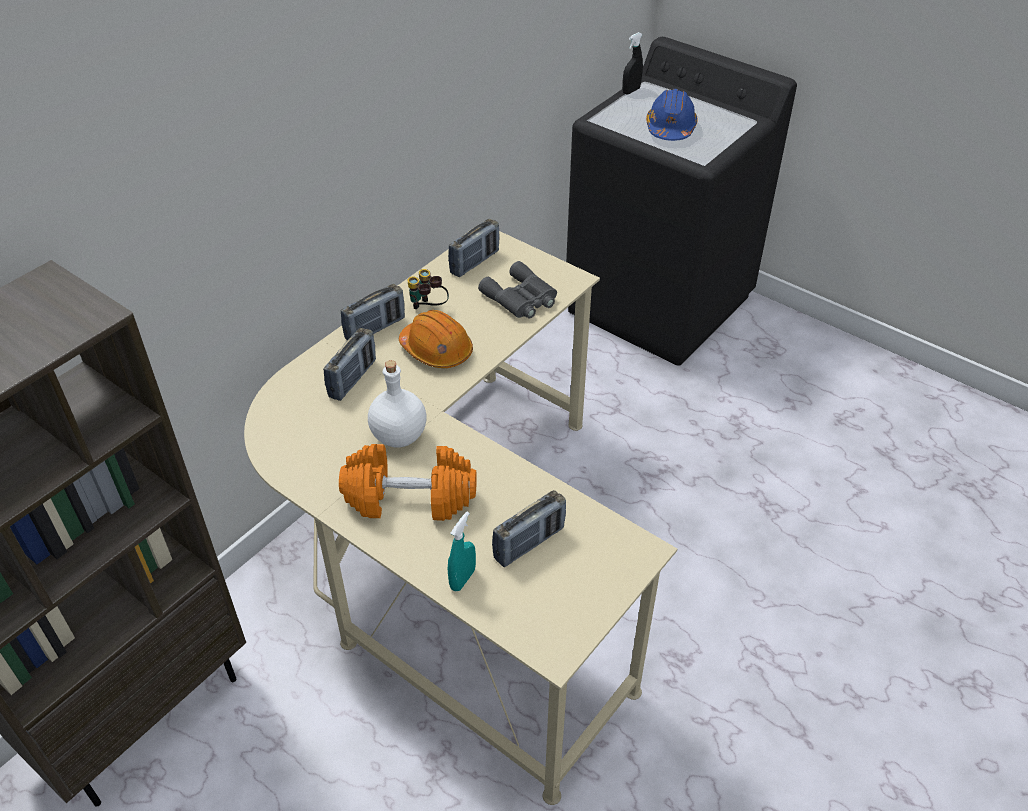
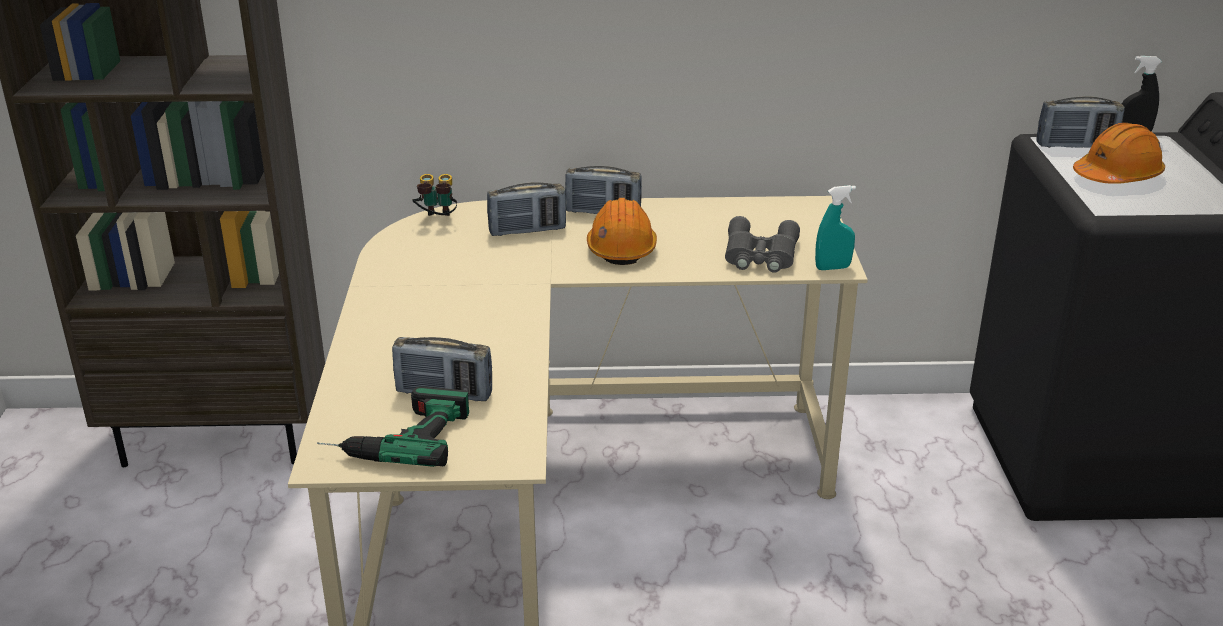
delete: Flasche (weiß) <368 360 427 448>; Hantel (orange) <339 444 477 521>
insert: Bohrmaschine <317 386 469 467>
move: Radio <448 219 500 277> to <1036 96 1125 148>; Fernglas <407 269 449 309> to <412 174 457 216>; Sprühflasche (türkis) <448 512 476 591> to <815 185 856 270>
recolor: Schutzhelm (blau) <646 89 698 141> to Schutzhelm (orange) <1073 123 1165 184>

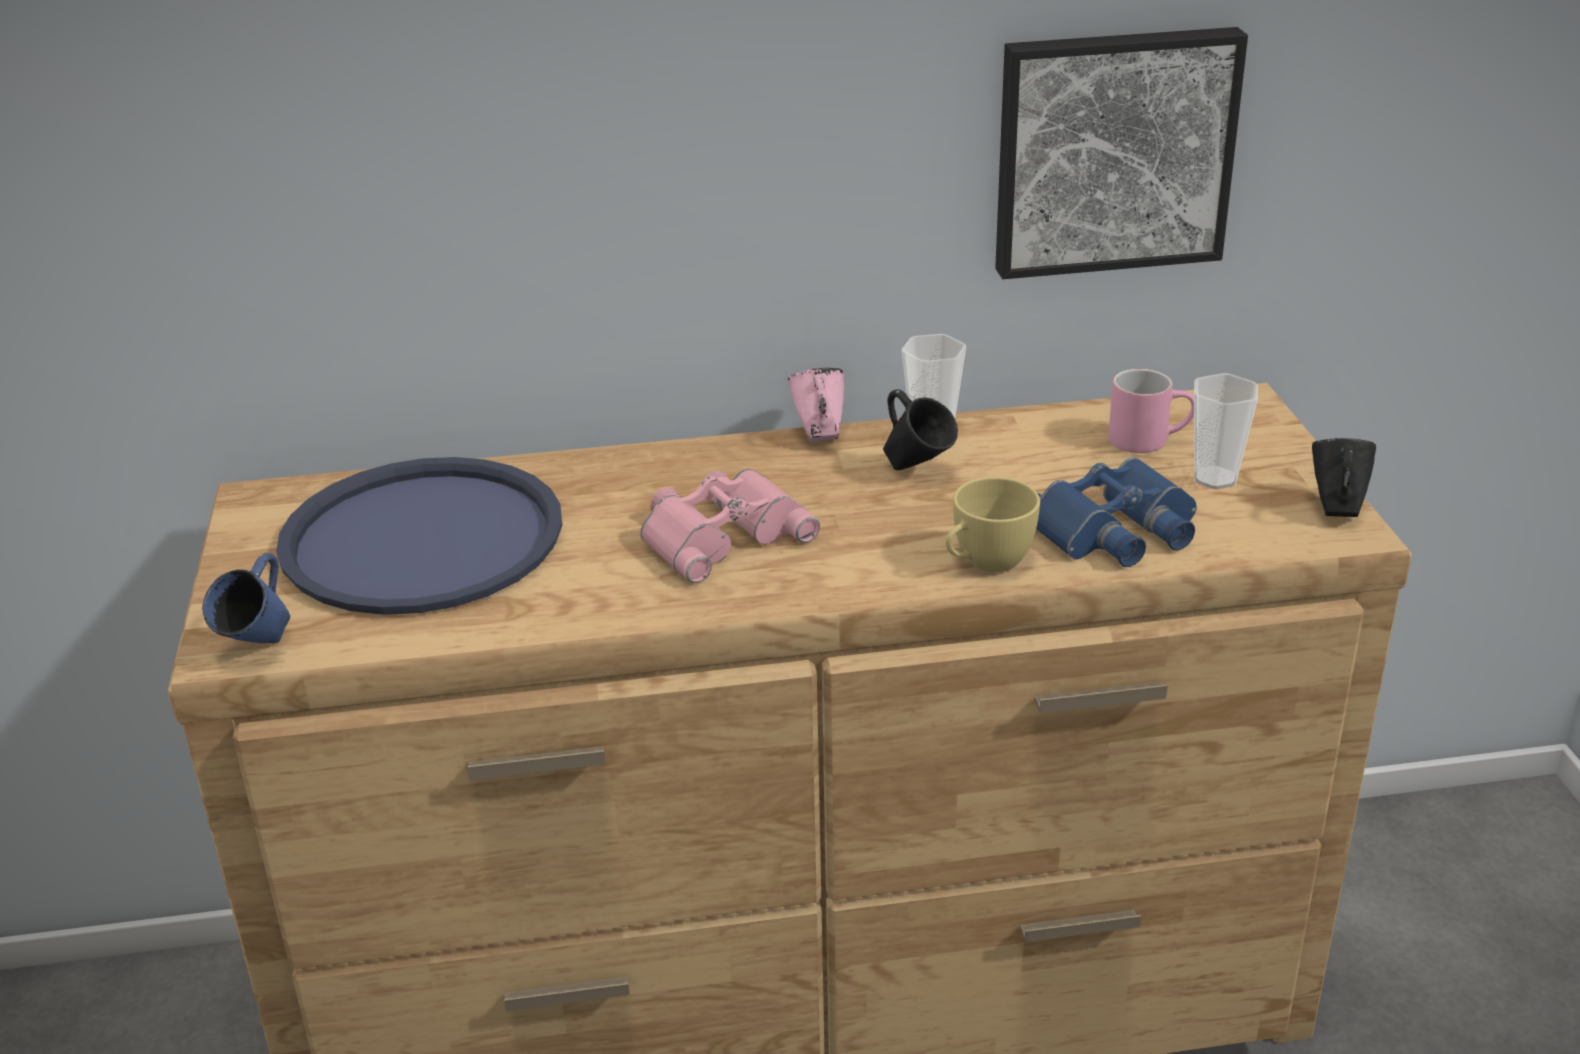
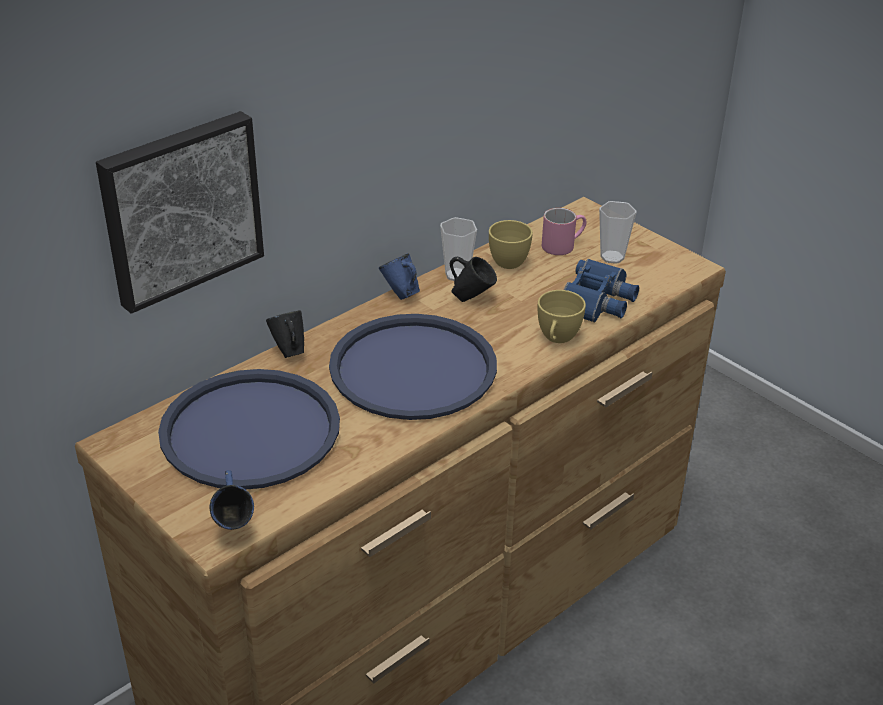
insert: Tasse (gelb) <489 220 533 269>
move: Bild <995 27 1248 279> to <96 111 264 314>; Henkelbecher (schwarz) <1312 438 1376 517> to <266 310 304 358>
replace: Fernglas (rosa) <640 469 820 583> to Tablett (blau) <329 314 497 420>
recolor: Henkelbecher (rosa) <788 368 844 442> to Henkelbecher (blau) <379 253 420 300>

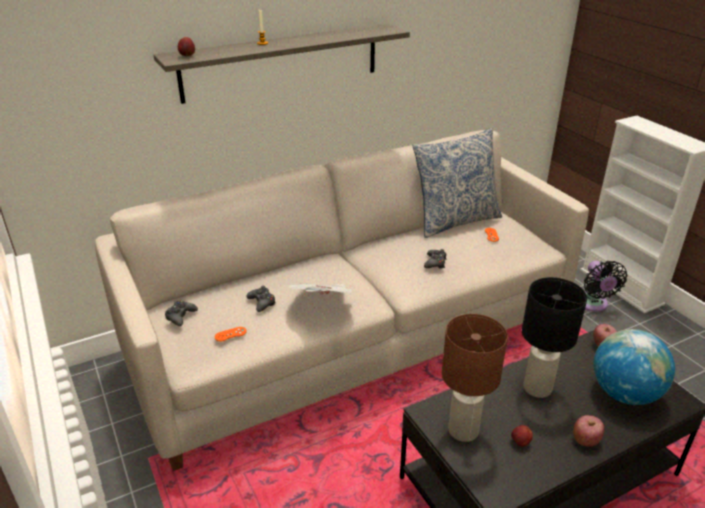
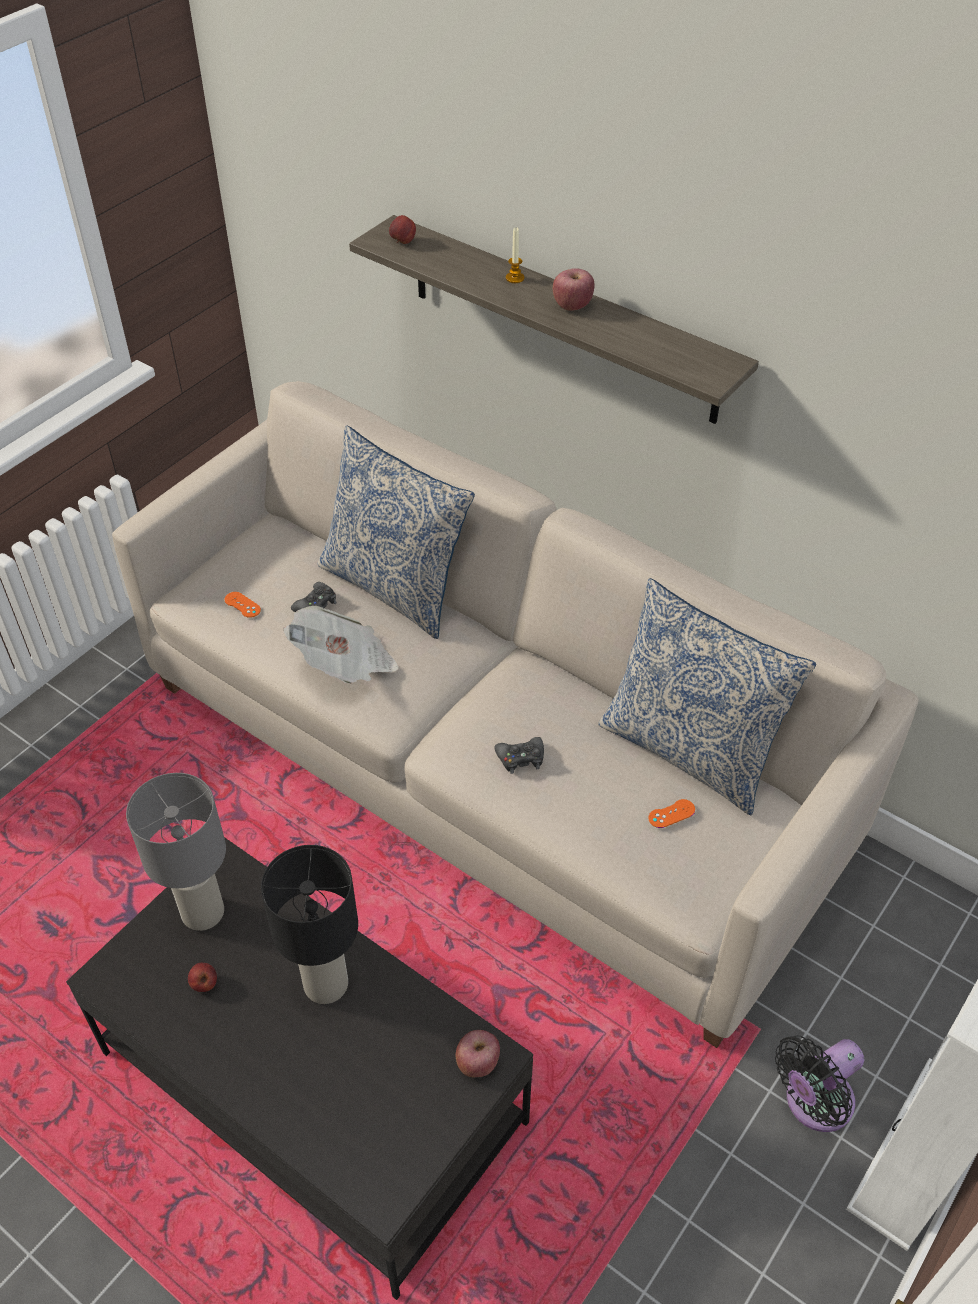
delete: Gamepad (schwarz) <165 301 198 326>; Globus <594 329 675 405>
insert: Kissen <318 425 475 639>
move: Apfel <573 415 604 447> to <553 268 595 311>
recolor: Tischlampe (braun) <442 314 508 442> to Tischlampe (grau) <126 773 226 931>

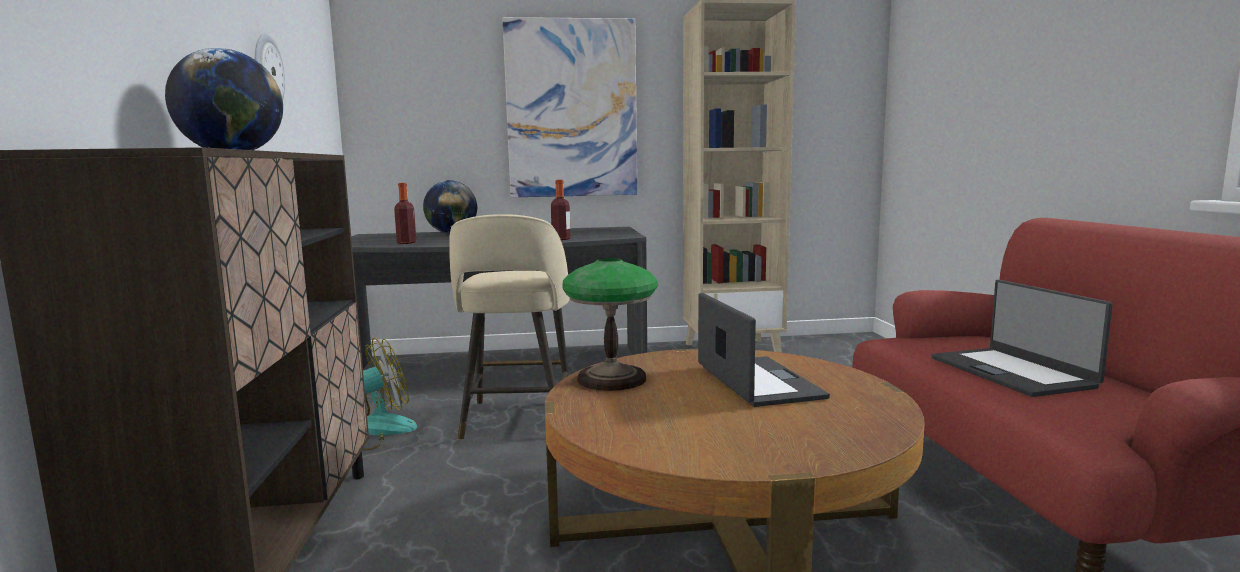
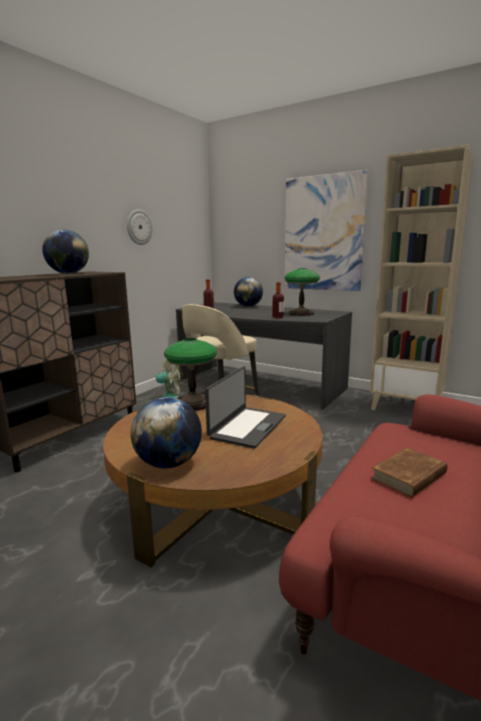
insert: Tischlampe <285 268 320 316>; Globus <131 397 202 468>
replace: Laptop <932 280 1113 397> to Buch (braun) <371 448 447 498>

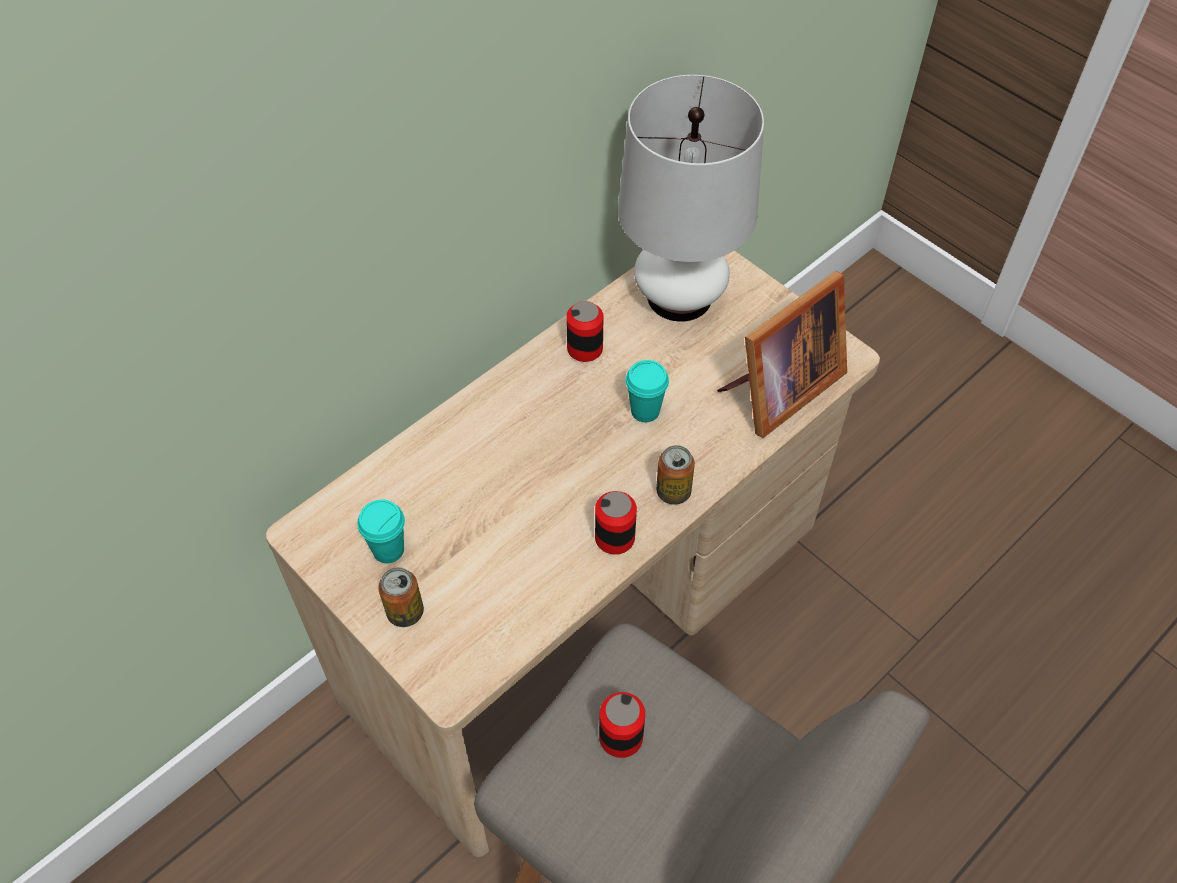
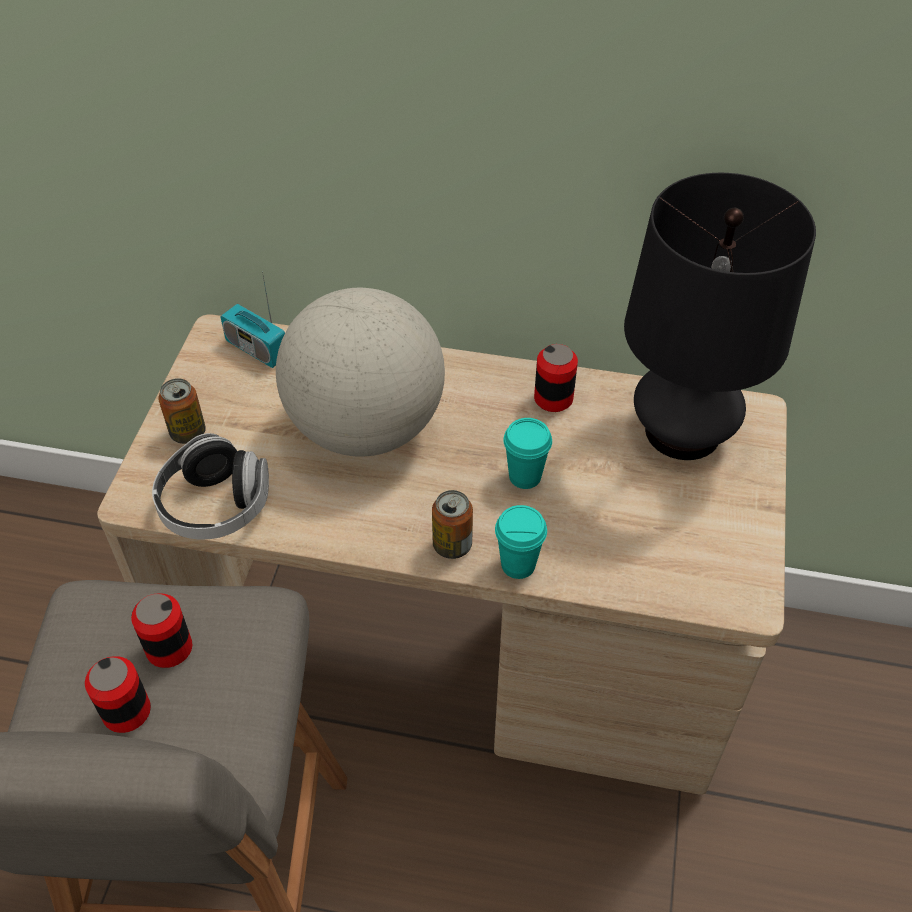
delete: Bilderrahmen <717 271 847 438>
insert: Radio <220 271 285 368>; Globus <276 288 445 457>; Kopfhörer <152 433 269 539>
move: Dose <595 491 637 555> to <85 656 151 733>; Tasse (türkis) <357 500 405 564> to <495 505 547 579>
recolor: Tischlampe (weiß) <618 75 764 322> to Tischlampe (schwarz) <624 173 816 460>

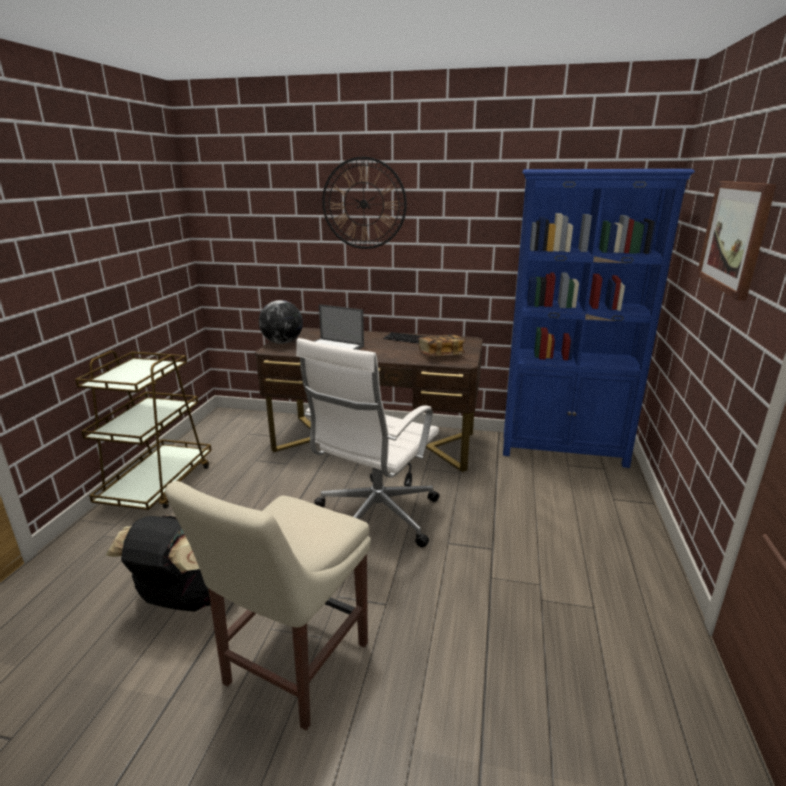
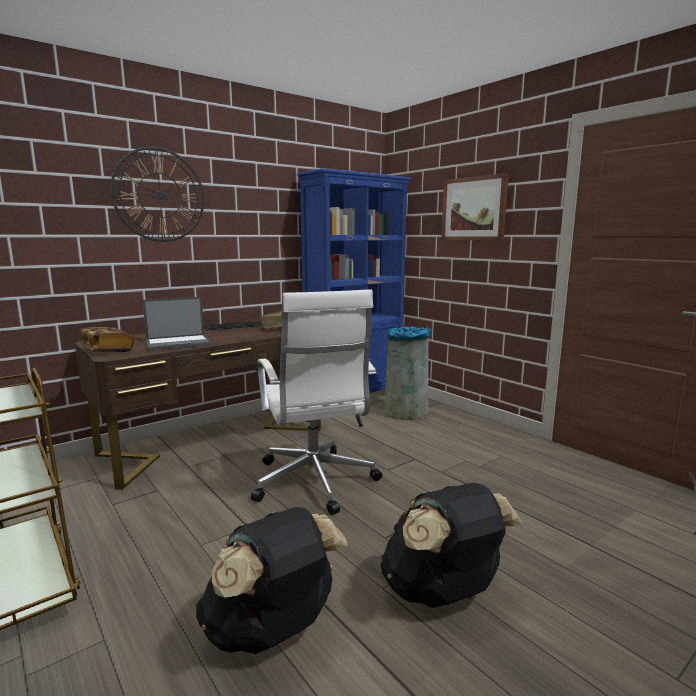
insert: Mülleimer (grau) <384 327 432 420>
replace: Globus <259 300 303 344> to Buch <80 327 134 352>; Stuhl (beige) <165 481 371 731> to Rucksack (schwarz) <380 483 523 608>

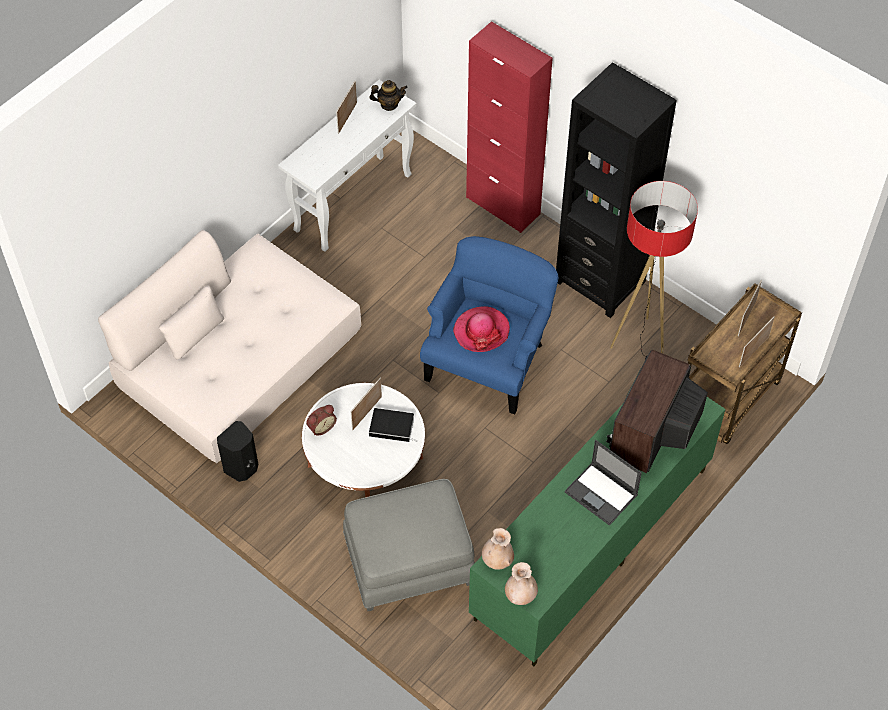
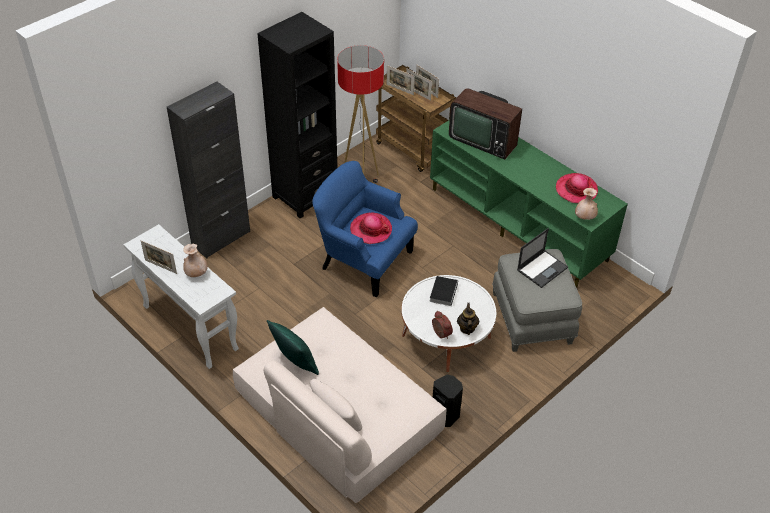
insert: Hut <556 173 598 203>; Kissen (grün) <267 320 319 375>
move: Teekanne <369 80 408 111> to <457 303 480 335>; Bilderrahmen <350 378 382 431> to <406 69 432 101>; Laptop <565 440 642 526> to <517 228 568 288>; Vase (beige) <505 562 538 605> to <183 244 208 277>
recolor: Schrank (rot) <466 21 553 233> to Schrank (schwarz) <167 81 250 259>

